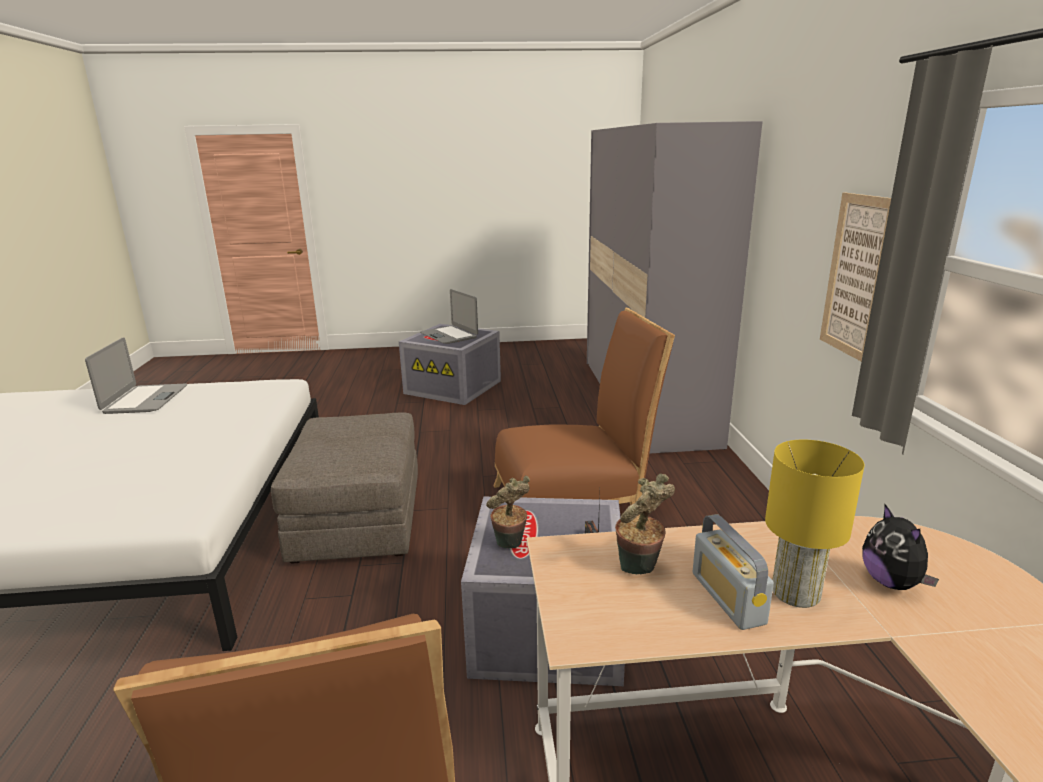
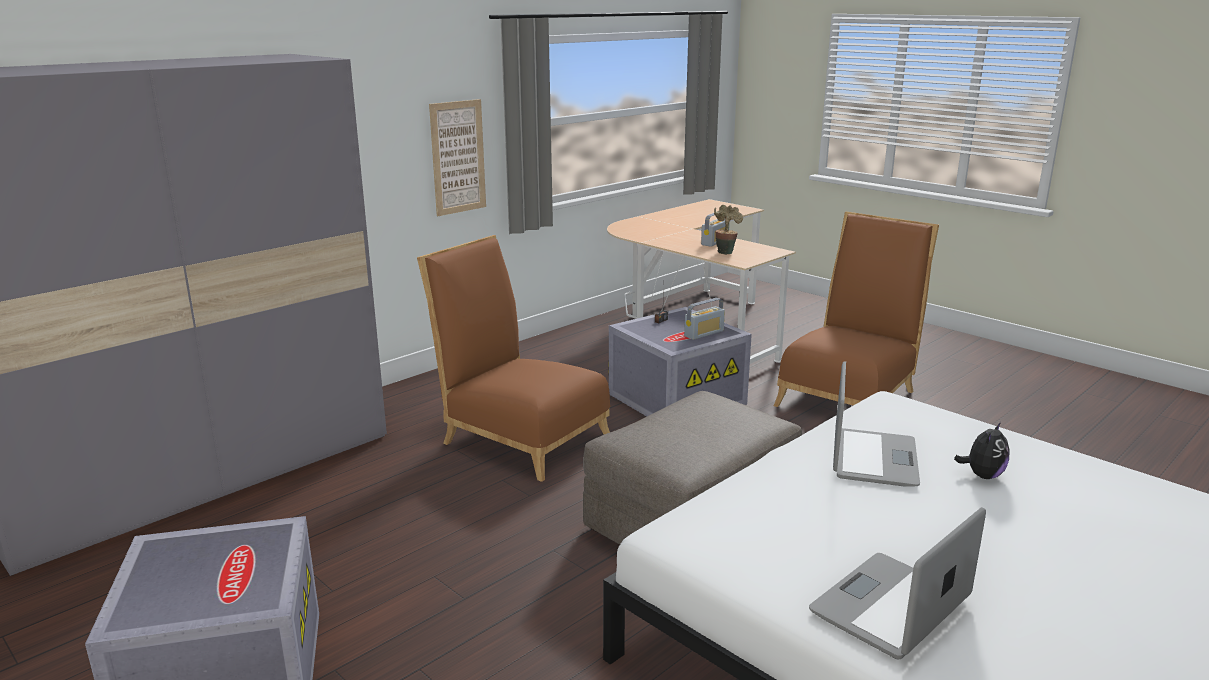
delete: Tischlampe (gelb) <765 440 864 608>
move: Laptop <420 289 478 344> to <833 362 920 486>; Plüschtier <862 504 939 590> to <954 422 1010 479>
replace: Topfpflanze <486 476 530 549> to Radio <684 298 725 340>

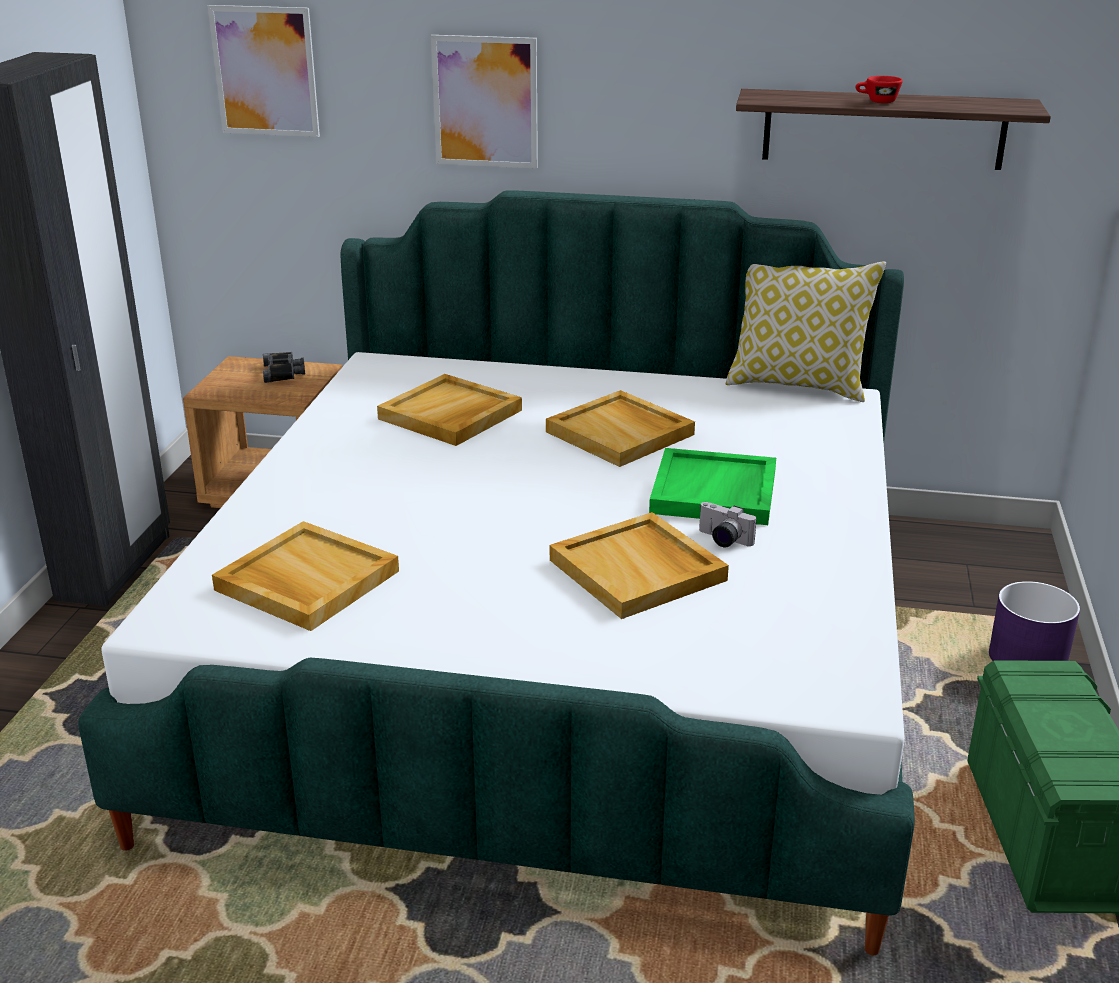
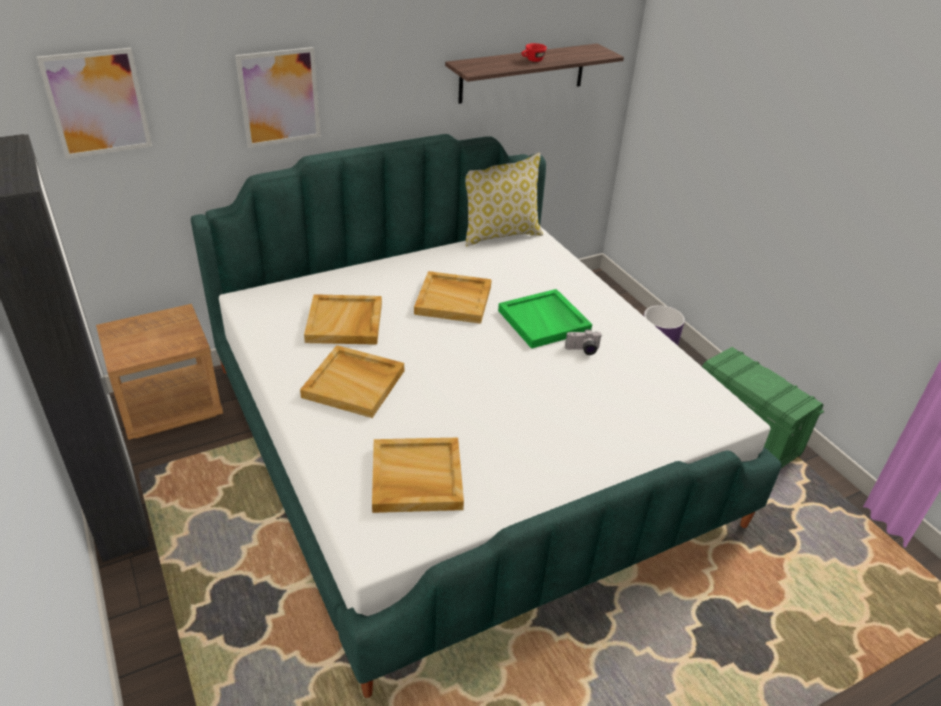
delete: Fernglas (schwarz) <263 352 305 383>
move: Tablett (beige) <550 512 729 619> to <300 345 404 418>

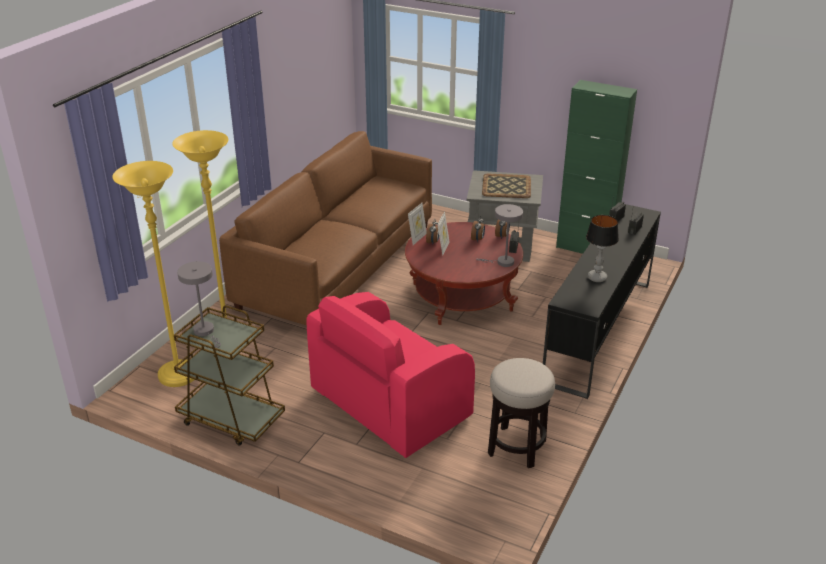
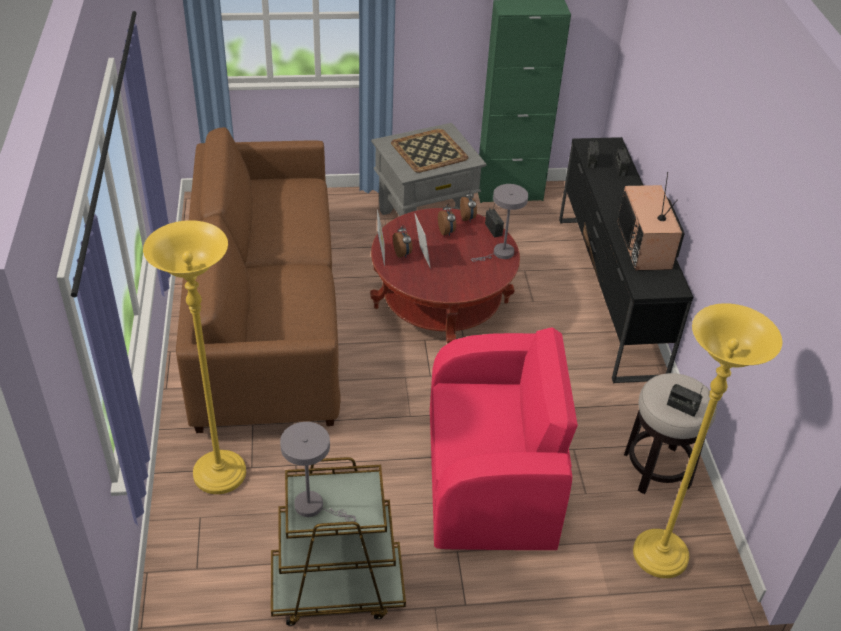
insert: Radio <667 384 703 417>
move: Stehlampe (gelb) <112 161 195 387> to <633 303 782 578>
replace: Tischlampe <586 215 619 282> to Fernseher <617 172 685 271>
rotate: Sessel (rosa) <307 292 475 458> = <430 328 578 550> 105 degrees counterclockwise

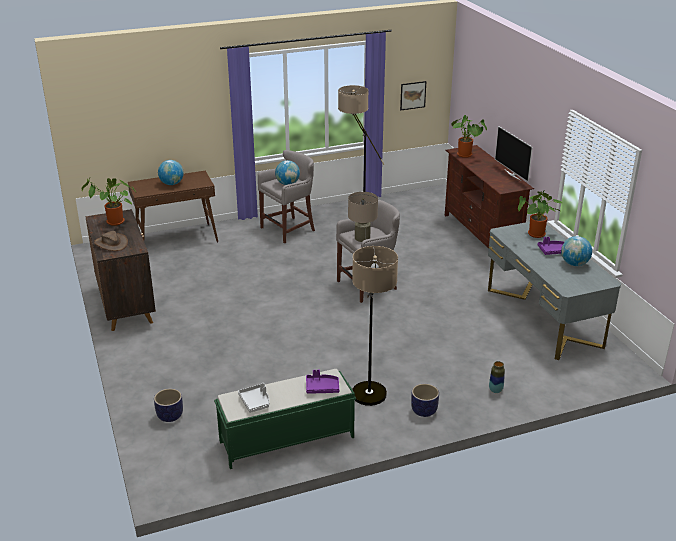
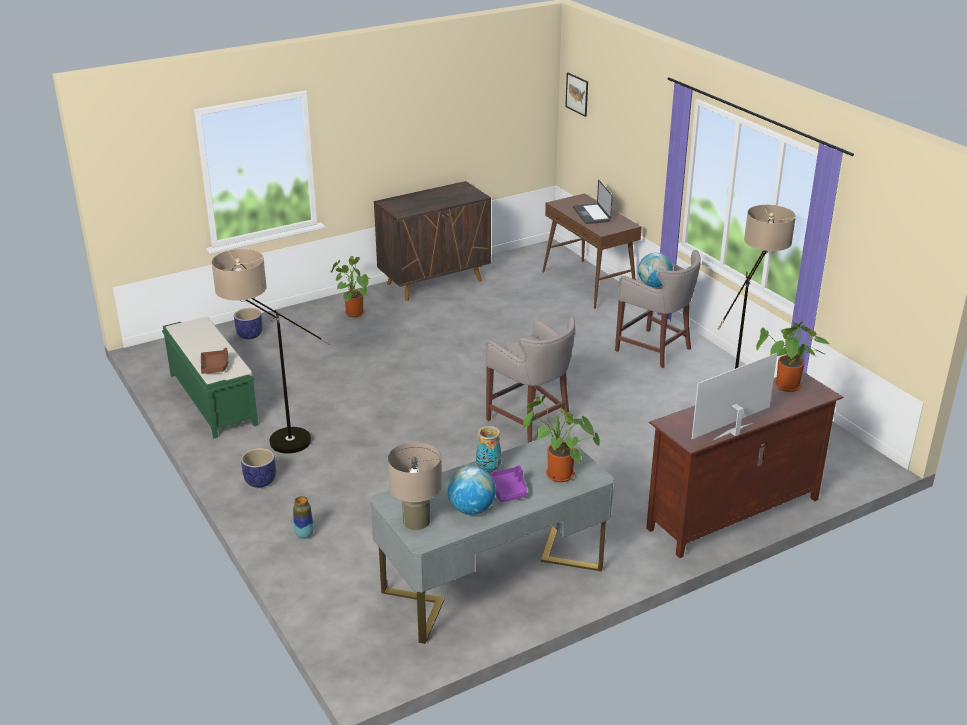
delete: Hut (braun) <94 231 128 251>; Tablett (grau) <238 383 269 413>
insert: Vase <476 426 502 473>
move: Bild <400 81 426 110> to <565 73 588 117>; Topfpflanze <82 178 136 226> to <331 256 372 317>; Tischlampe (beige) <348 192 378 242> to <388 442 442 530>
replace: Globus <158 160 184 185> to Laptop <573 180 612 224>
recolor: Tablett (lila) <306 370 339 393> to Tablett (braun) <201 348 228 374>

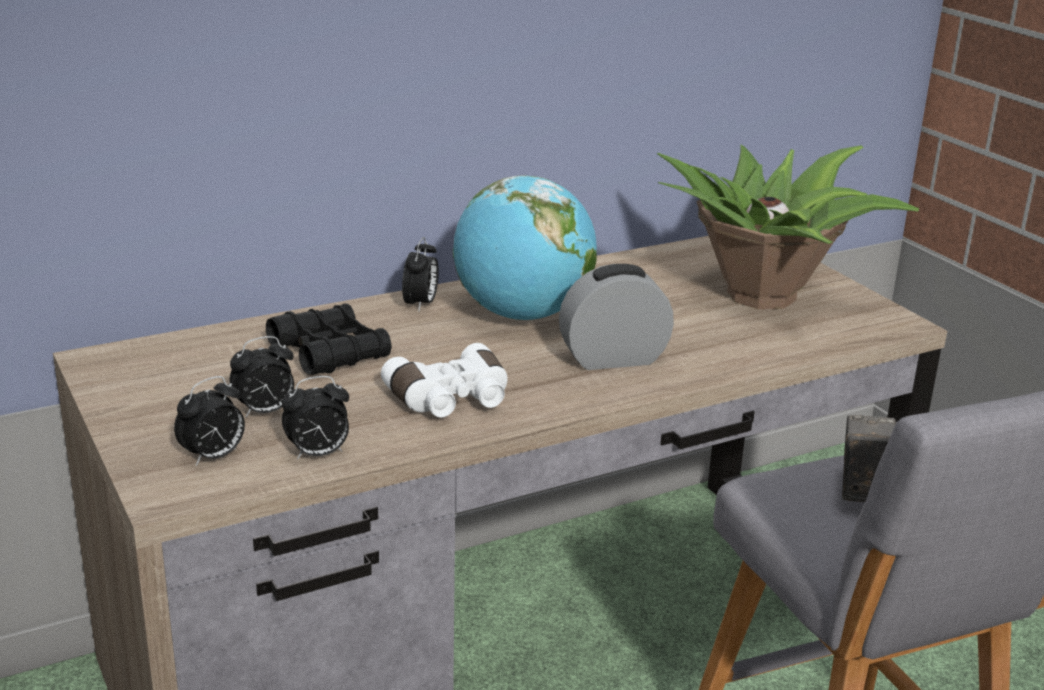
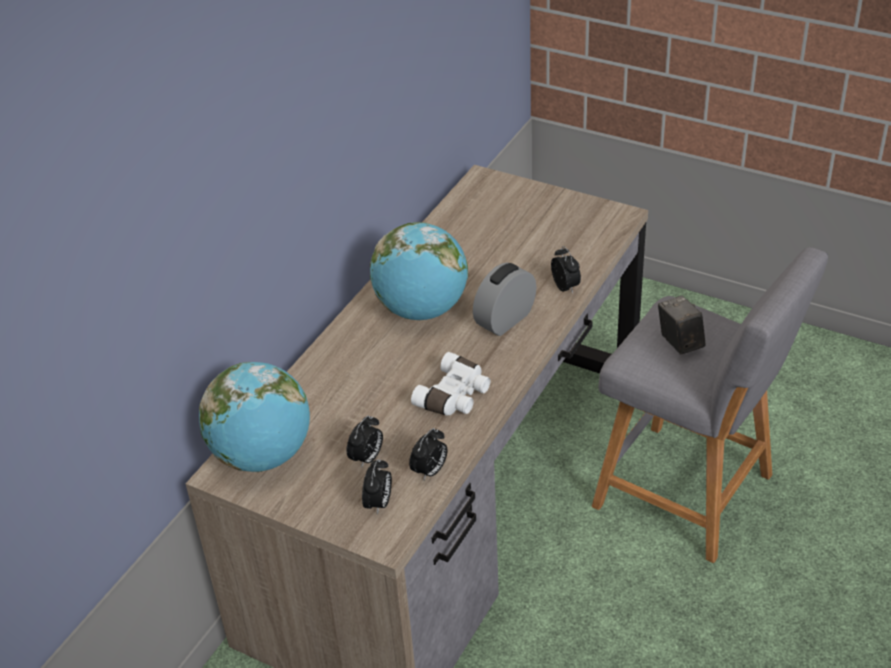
delete: Topfpflanze <657 145 919 309>; Fernglas (schwarz) <266 303 392 375>
insert: Globus <199 362 310 472>
move: Wecker <402 237 439 312> to <551 246 581 293>

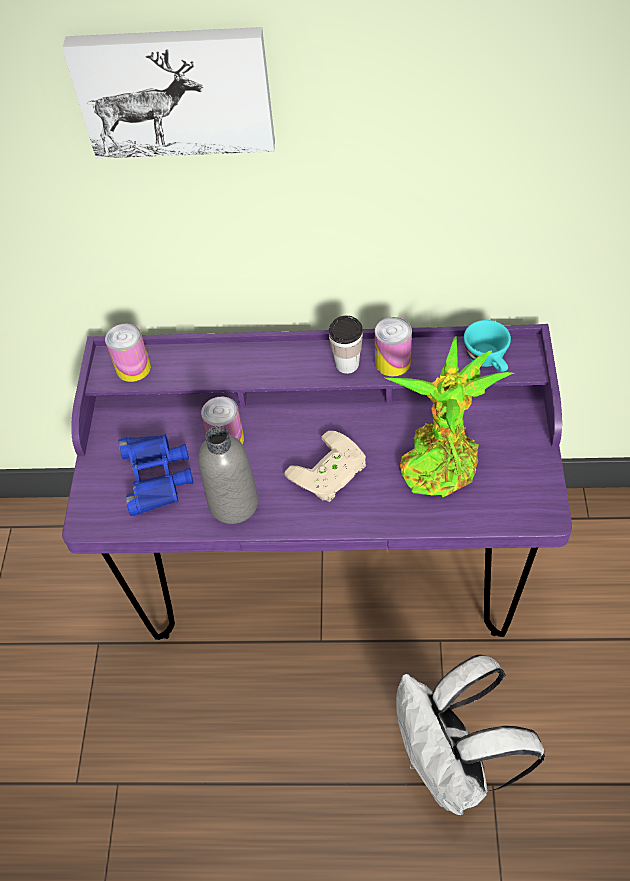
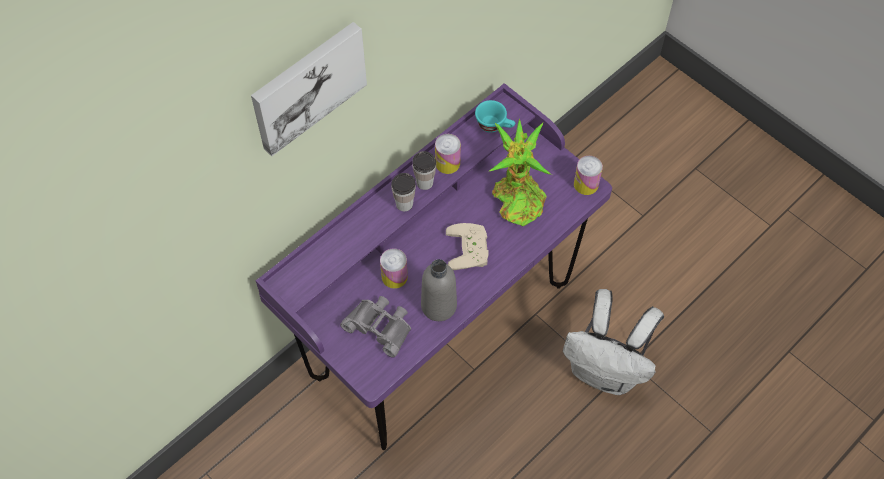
insert: Tasse <391 173 416 211>
move: Dose <105 323 151 382> to <574 156 603 195>
recolor: Fernglas (blau) <118 434 193 516> to Fernglas (grau) <340 296 411 358>

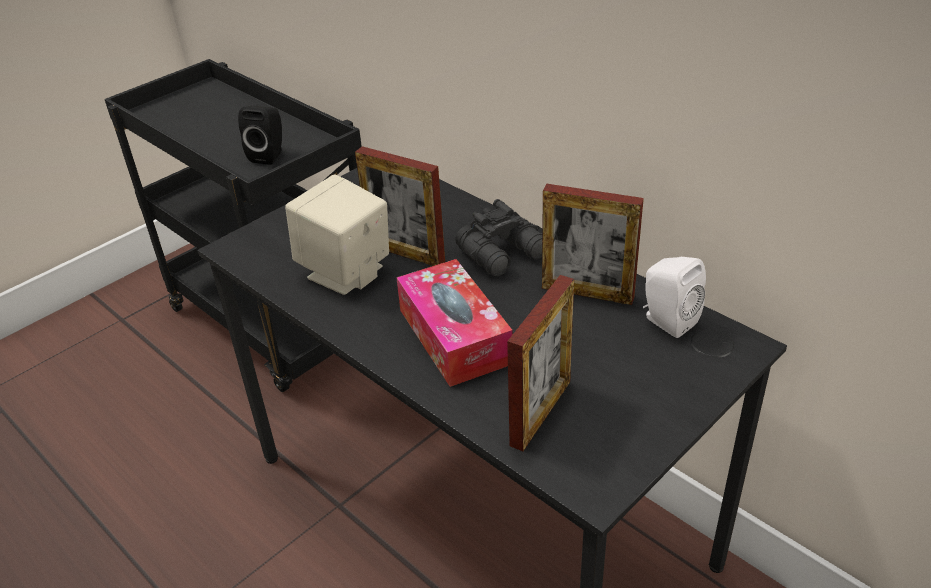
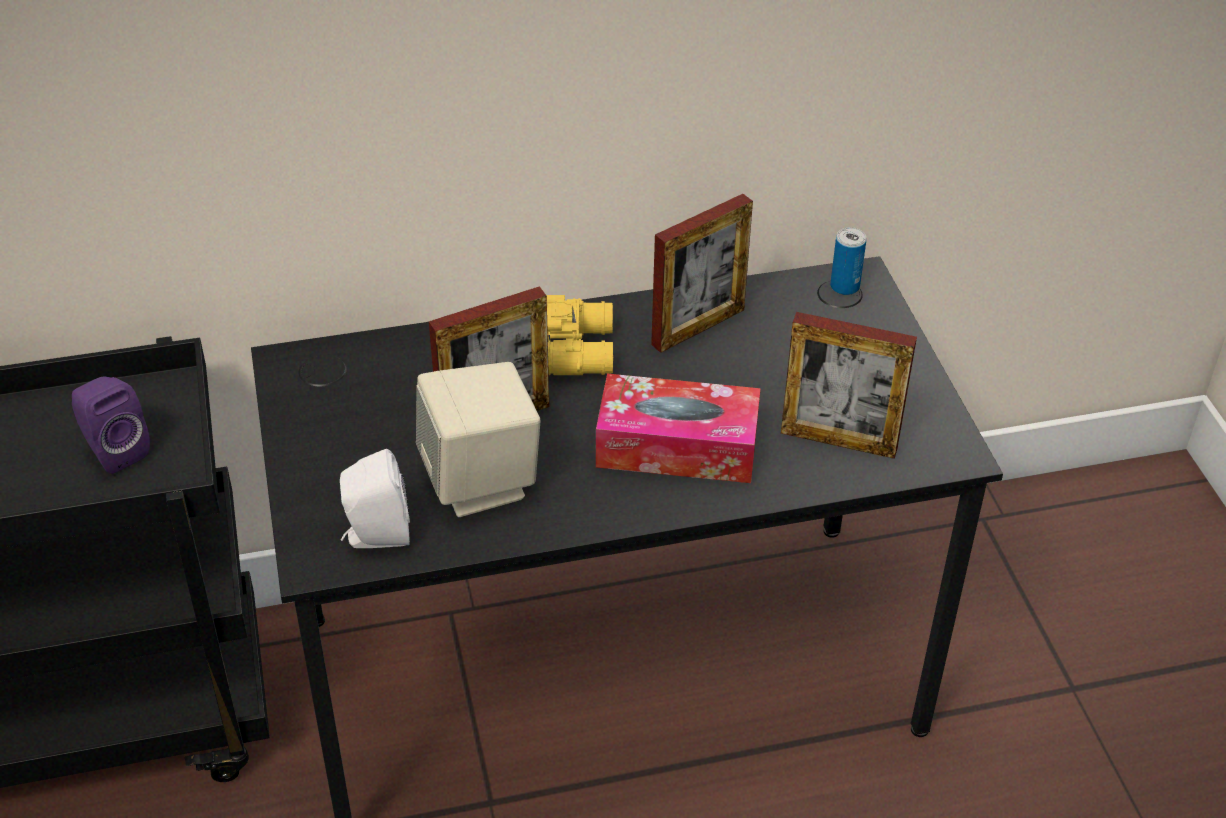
insert: Dose <830 227 866 295>
move: Lautsprecher (weiß) <643 257 706 338> to <340 449 410 548>
recolor: Lautsprecher (schwarz) <238 106 282 165> to Lautsprecher (lila) <72 377 150 474>; Fernglas (schwarz) <455 199 542 277> to Fernglas (gelb) <546 295 613 375>
rotate: Bilderrahmen <507 275 574 451> = <781 312 917 459> 135 degrees clockwise

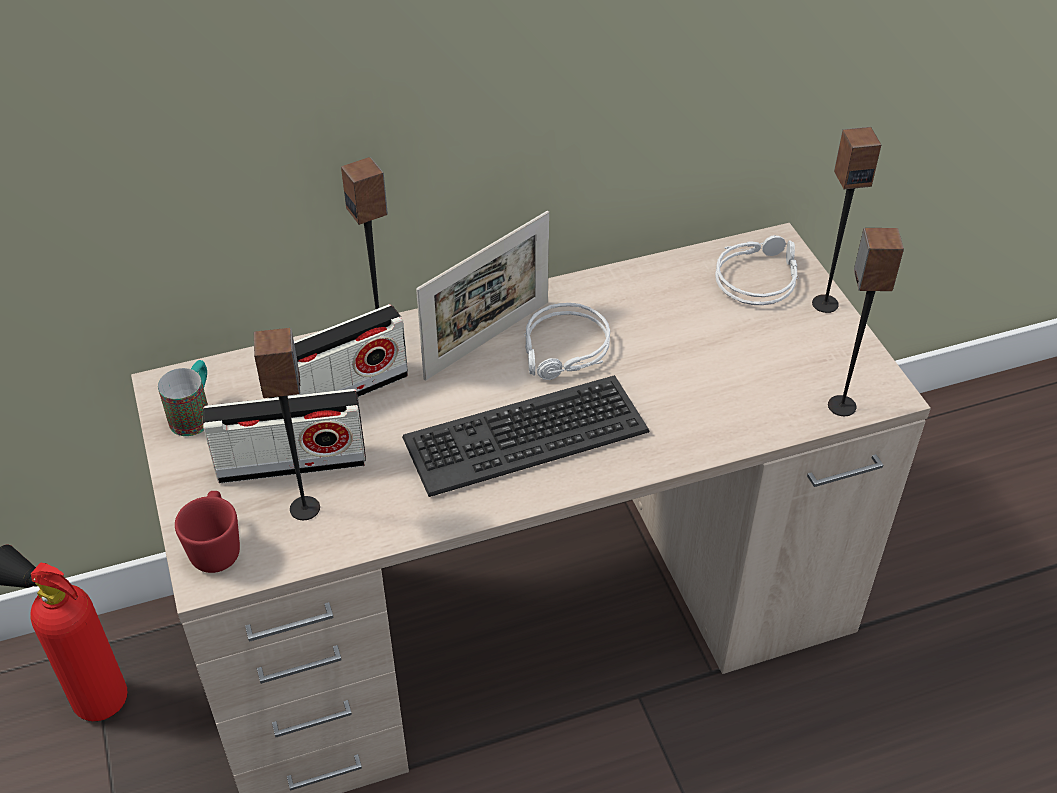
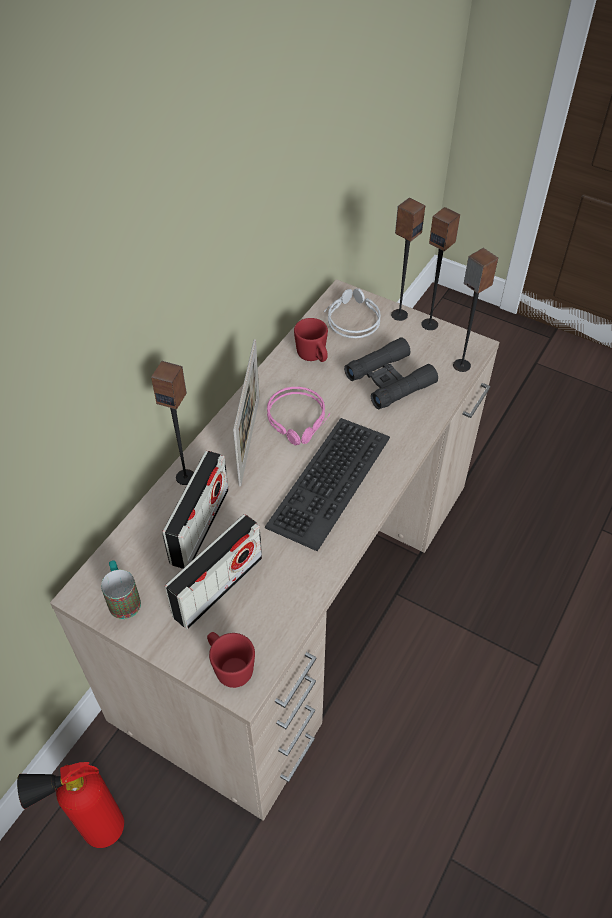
insert: Henkelbecher (rot) <294 318 328 362>; Fernglas (schwarz) <344 337 438 409>
move: Lautsprecher <254 328 320 520> to <421 207 460 330>
recolor: Kopfhörer (grau) <524 303 610 380> to Kopfhörer (rosa) <267 387 330 445>

